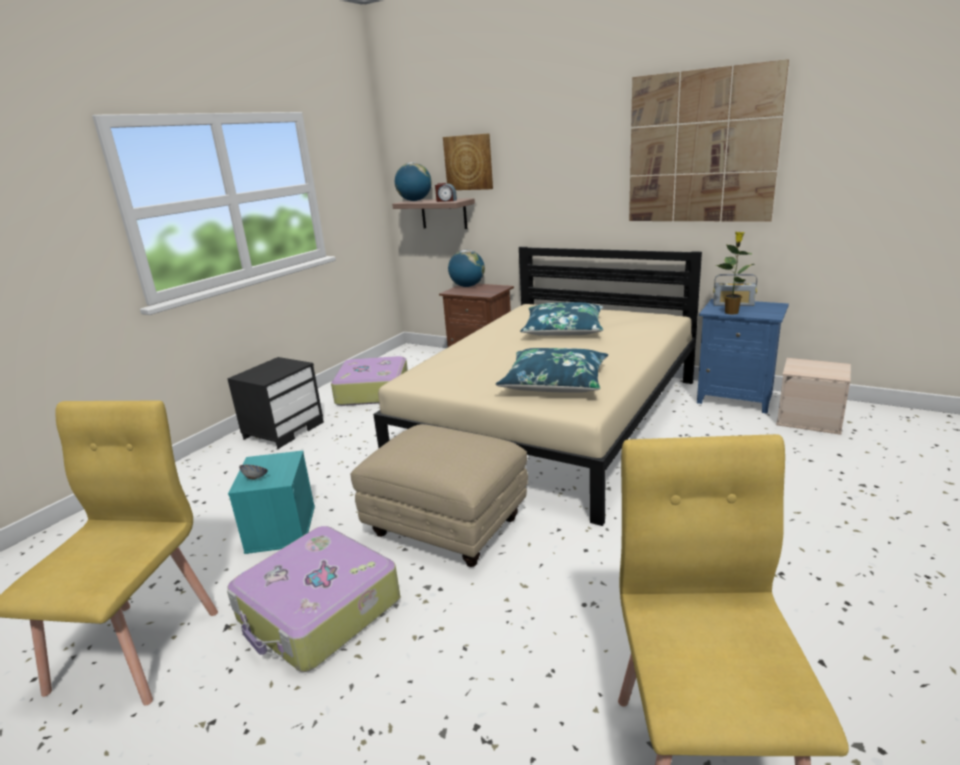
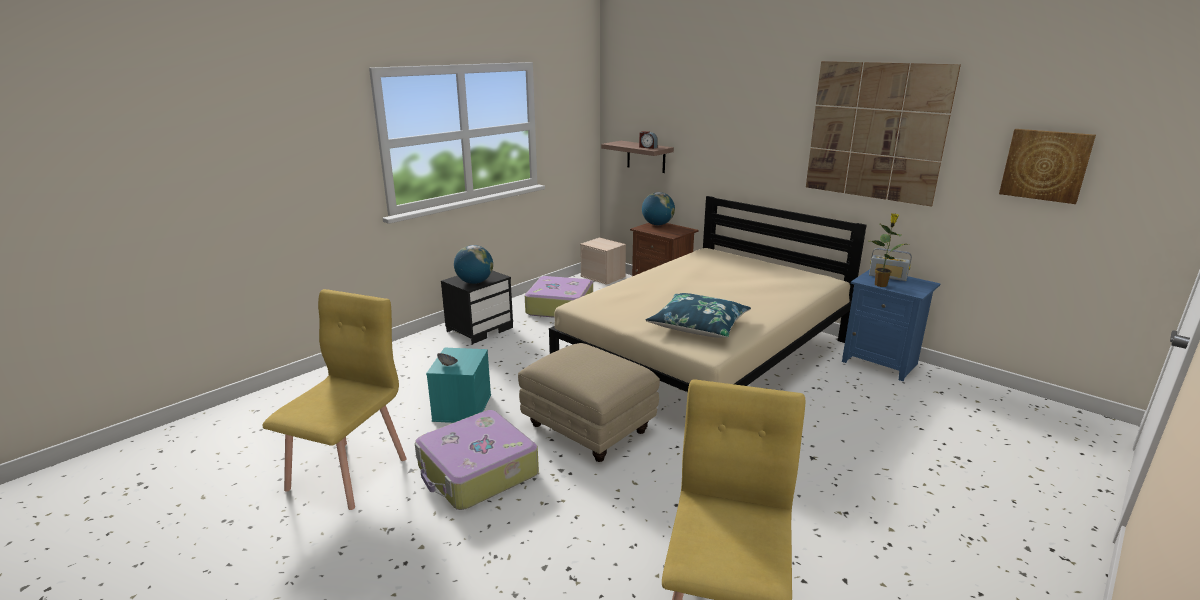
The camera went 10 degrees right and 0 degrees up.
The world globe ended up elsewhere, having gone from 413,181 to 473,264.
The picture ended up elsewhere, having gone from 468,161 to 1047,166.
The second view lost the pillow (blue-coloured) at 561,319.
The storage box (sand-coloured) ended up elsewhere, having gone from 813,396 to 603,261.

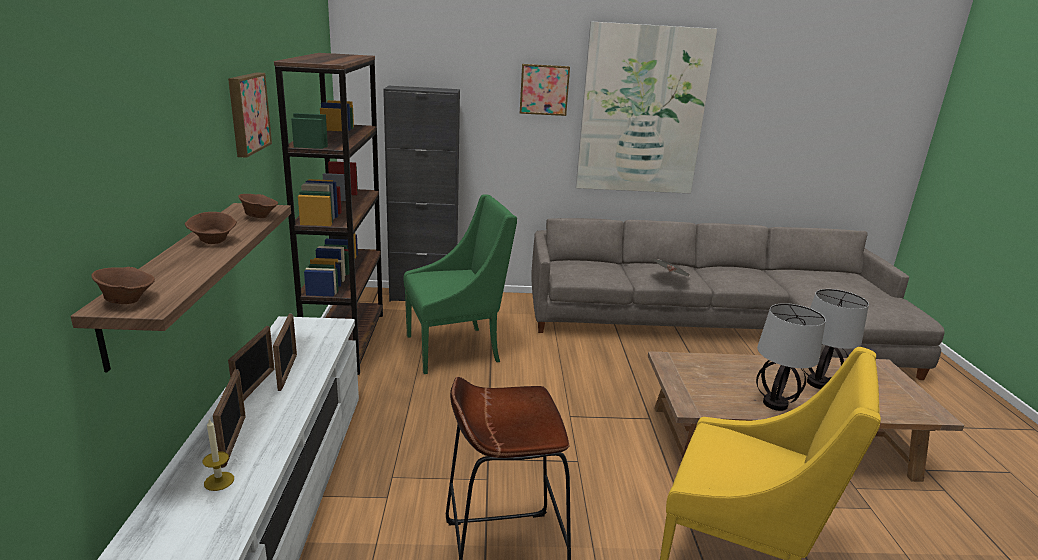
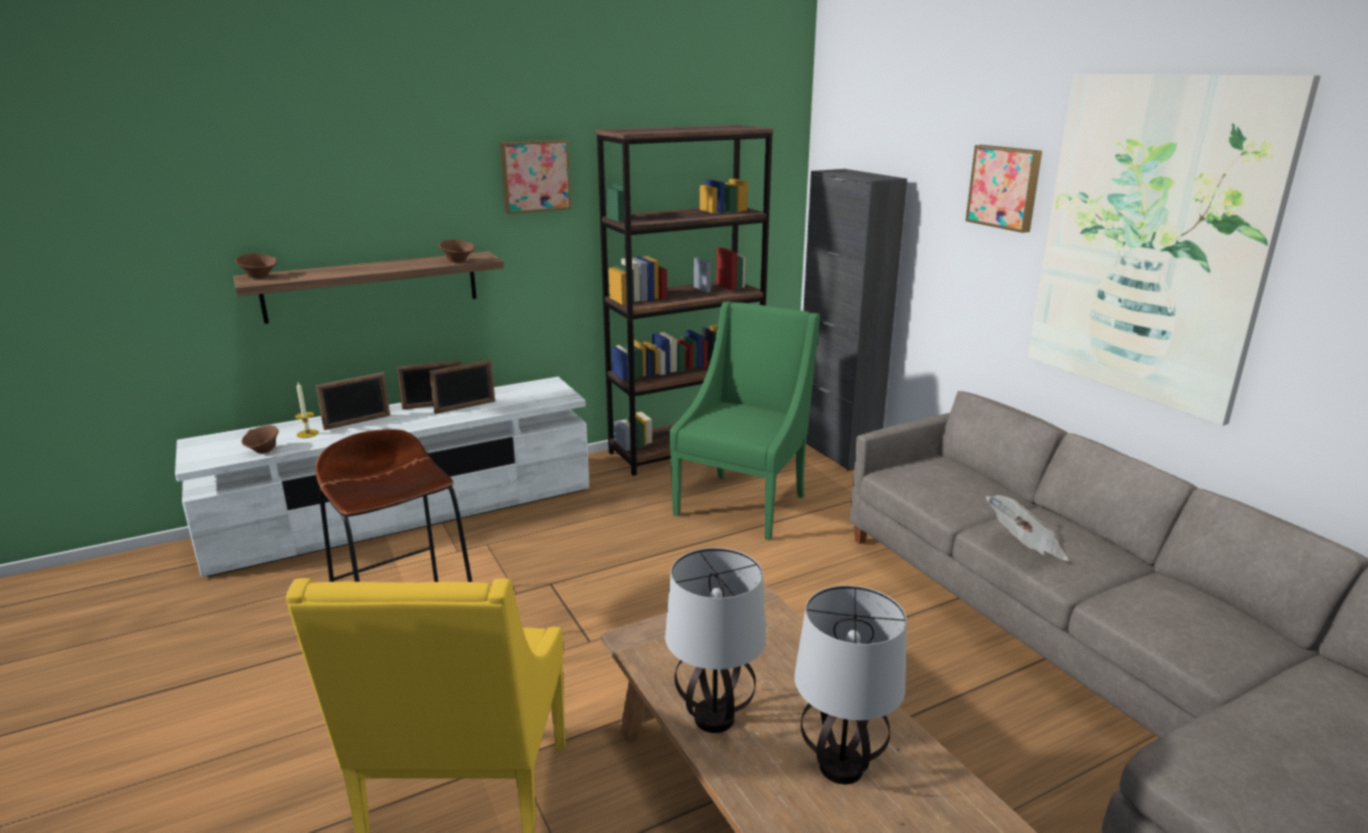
The camera went 65 degrees right and 0 degrees up.
The serving bowl (brownish) ended up elsewhere, having gone from 211,228 to 260,439.
The armchair (green) at 460,284 ended up facing another way, 105 degrees counterclockwise from before.

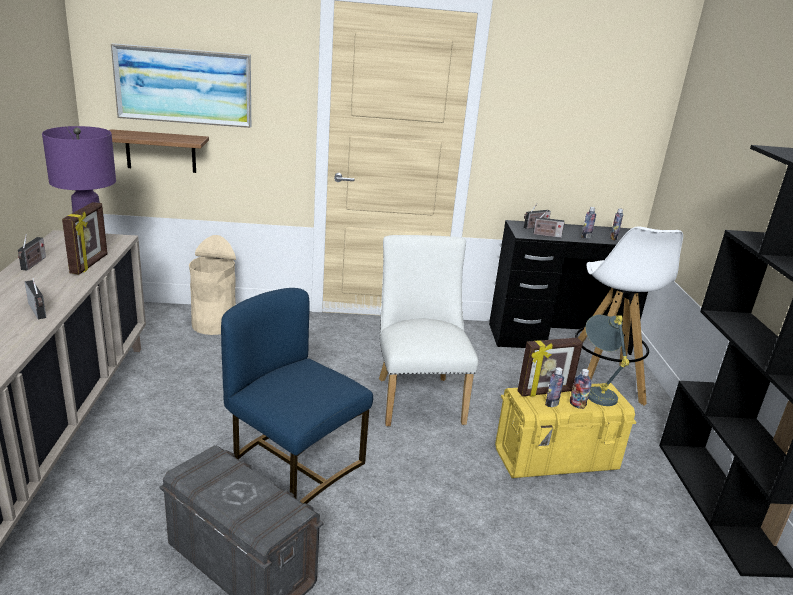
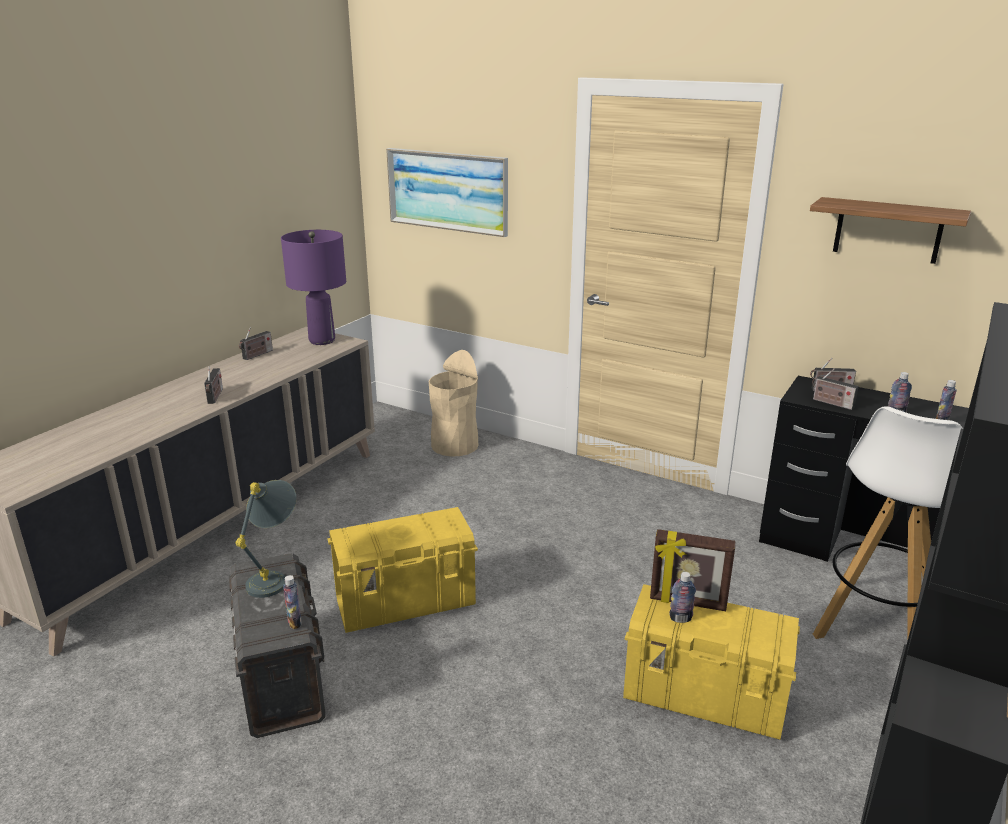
The camera went 35 degrees right and 0 degrees up.
The second view lost the standing frame at 85,238.
The bracket shelf ended up elsewhere, having gone from 159,151 to 890,230.
Where the chair (blue-coloured) stood at 297,396, the storage box (yellowish) came to stand at 402,570.
The second view lost the chair (white-coloured) at 429,331.
The beverage bottle ended up elsewhere, having gone from 580,389 to 292,602.
The lamp for a table (grey) ended up elsewhere, having gone from 607,360 to 266,539.

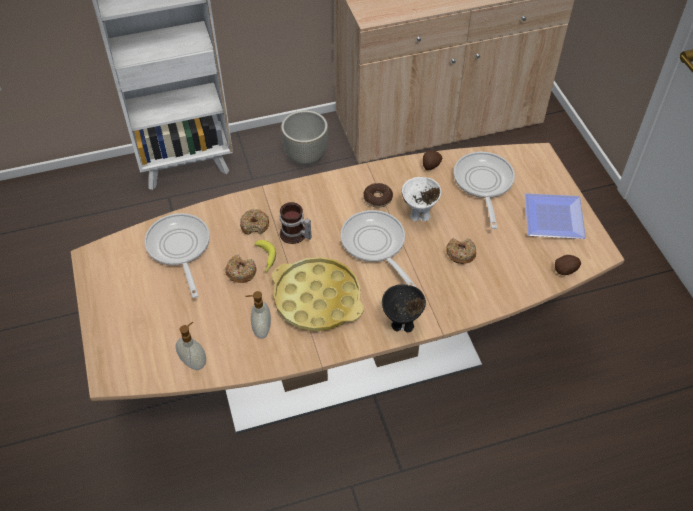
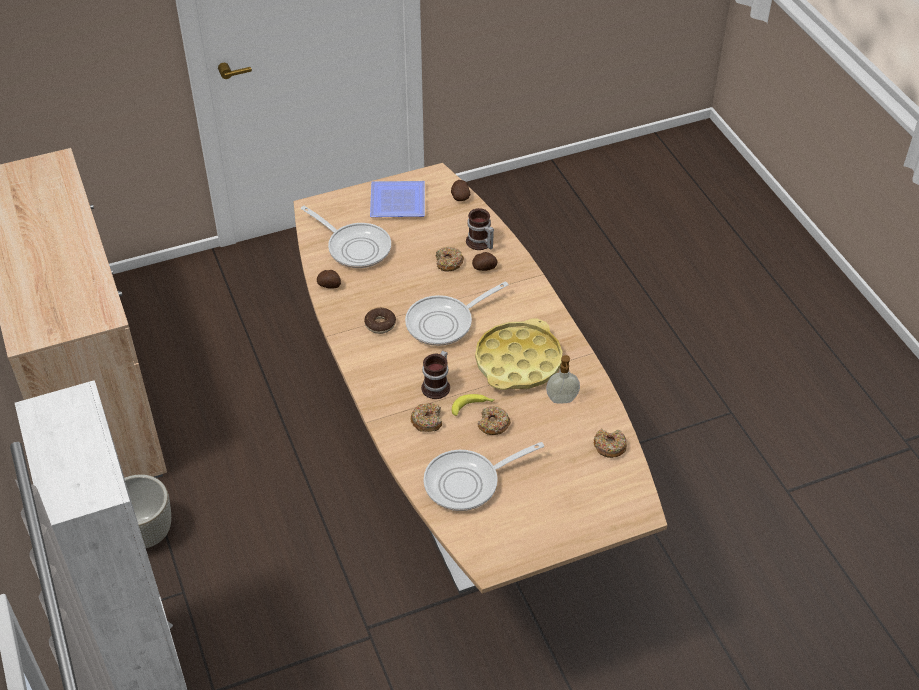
The camera went 95 degrees left and 5 degrees down.
Where the soap dispenser stood at 190,346, the donut came to stand at 610,443.
The second view lost the serving bowl (blackish) at 404,308.
The second view lost the serving bowl (white-coloured) at 421,199.
The skillet at 484,190 ended up facing another way, 135 degrees counterclockwise from before.
The second view gained the tea mug at 480,229.
The second view gained the whole potato at 485,261.

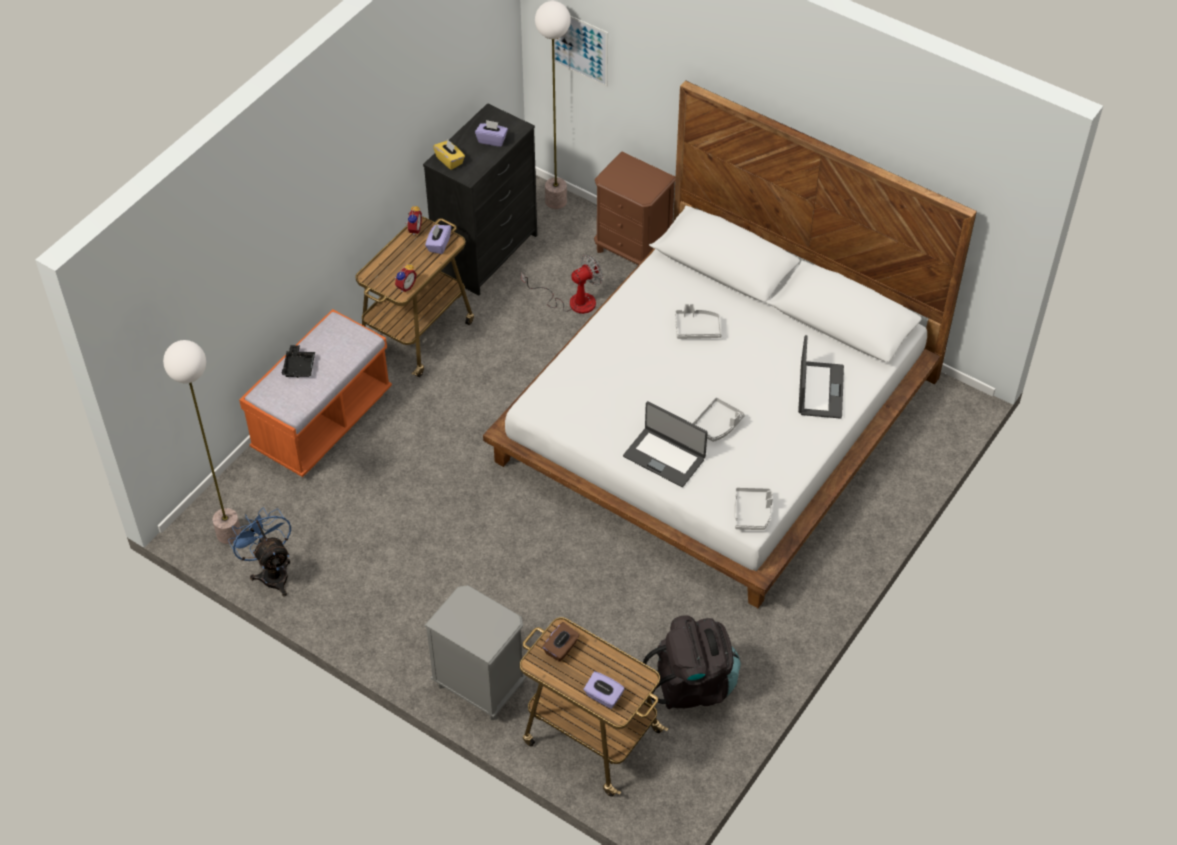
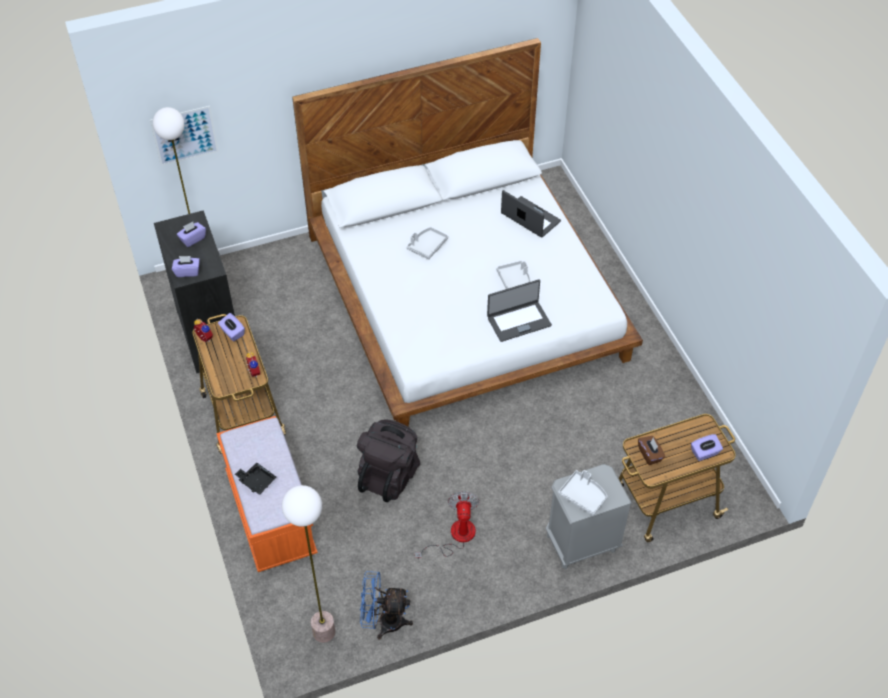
The camera went 55 degrees left and 0 degrees up.
What was the box of tissues (yellowish) at 449,155 turned into the box of tissues (purple) at 186,266.
The electric fan ended up elsewhere, having gone from 562,284 to 447,525.
The second view lost the nightstand (brownish) at 634,208.
The backpack (blackish) ended up elsewhere, having gone from 692,662 to 388,461.
The tray (grey) ended up elsewhere, having gone from 754,508 to 583,493.

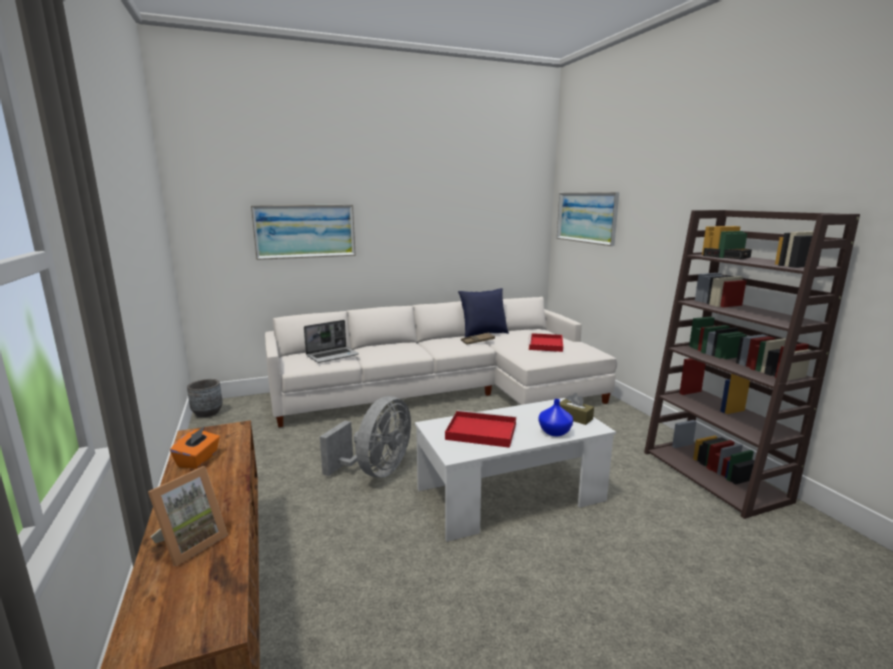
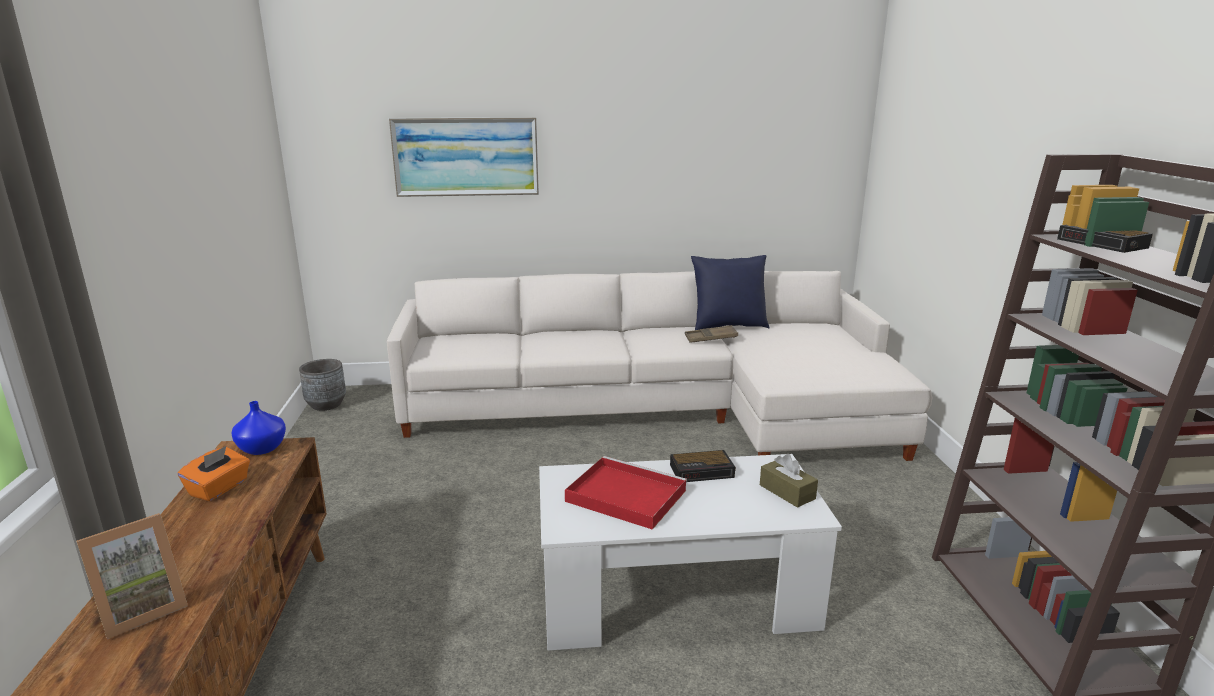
The camera went 15 degrees right and 5 degrees up.
The second view lost the portable computer at 331,341.
The second view lost the electric fan (grey) at 365,437.
The second view lost the tray (red-coloured) at 545,342.
The flower vase (blue-coloured) ended up elsewhere, having gone from 555,417 to 258,428.
The second view lost the picture at 588,219.
The second view gained the bedside clock at 703,466.

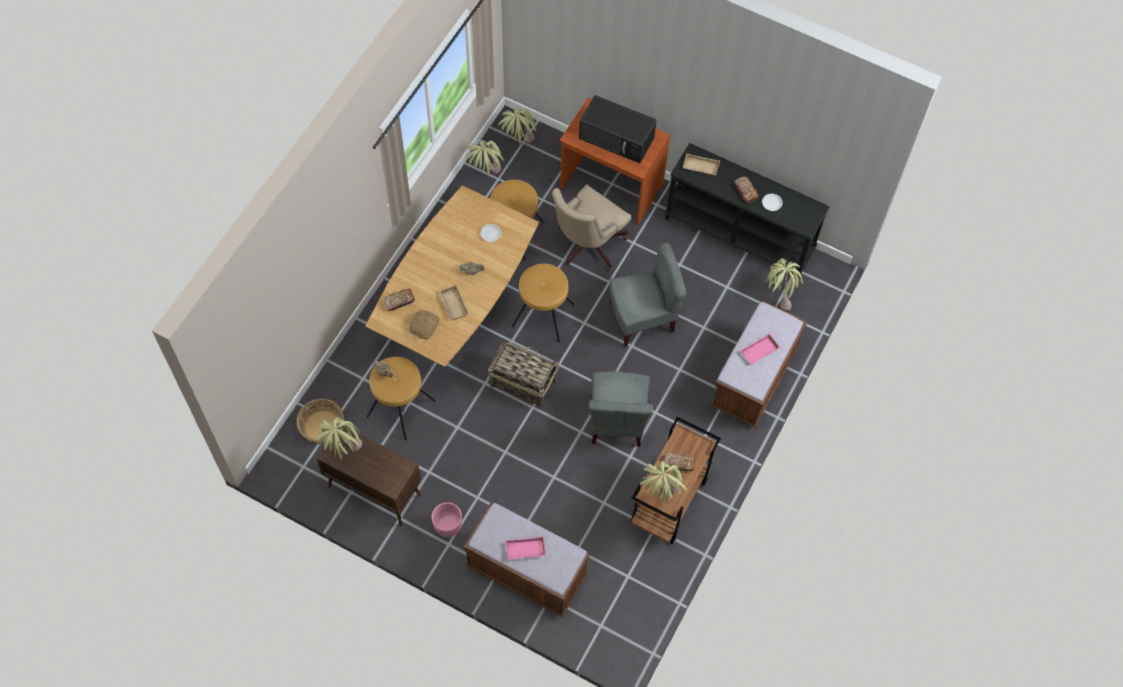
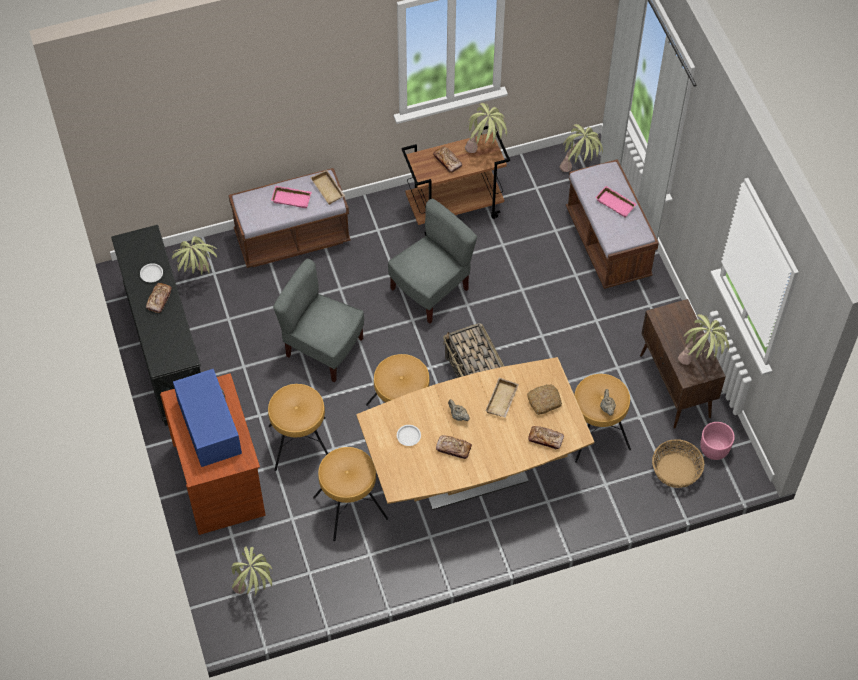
The camera went 135 degrees left and 5 degrees down.
The planter (pink-coloured) ended up elsewhere, having gone from 447,519 to 717,441.
The plant in a pot ended up elsewhere, having gone from 484,158 to 581,148.
Where the office chair (sand-coloured) stood at 591,228, the sitting stool (brownish) came to stand at 298,427.
What was the kitchen microwave (blackish) at 618,129 turned into the kitchen microwave (blue-coloured) at 207,418.
The tray (sand-coloured) ended up elsewhere, having gone from 701,164 to 327,187.
The second view gained the baked bread at 454,447.

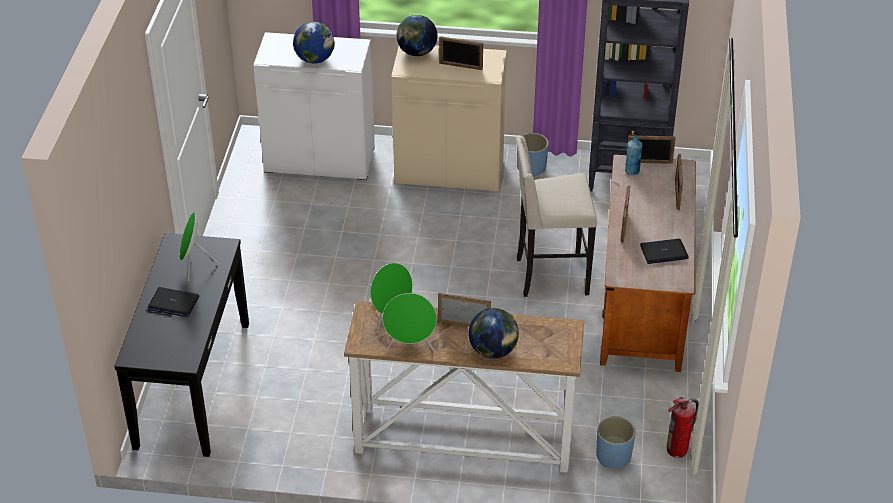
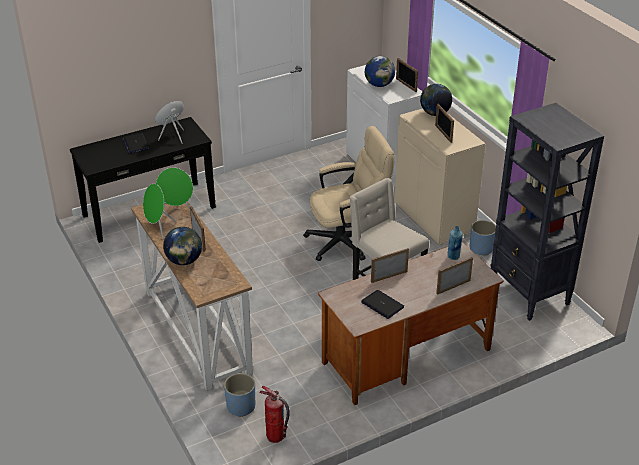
The camera went 55 degrees right and 5 degrees down.
The standing frame ended up elsewhere, having gone from 652,149 to 407,75.
The second view gained the office chair (sand-coloured) at 349,193.

